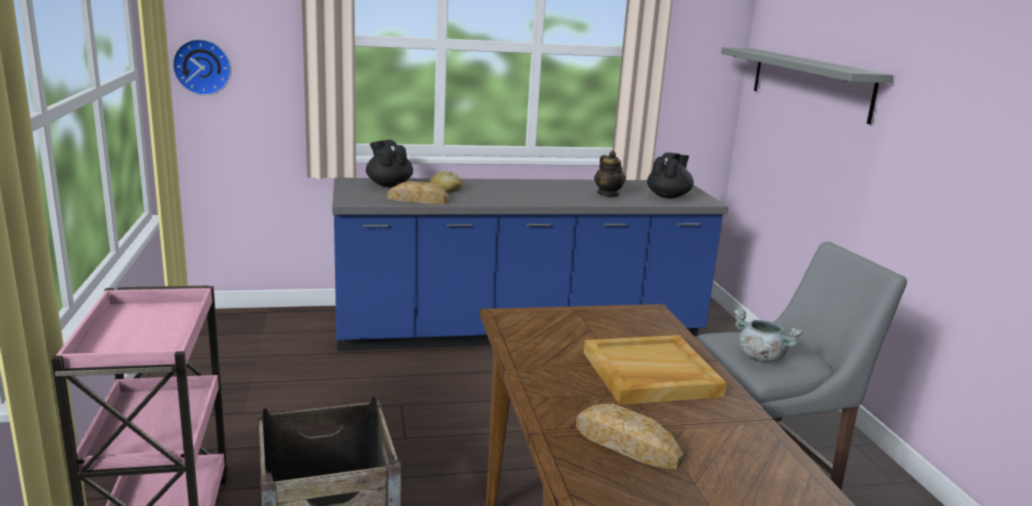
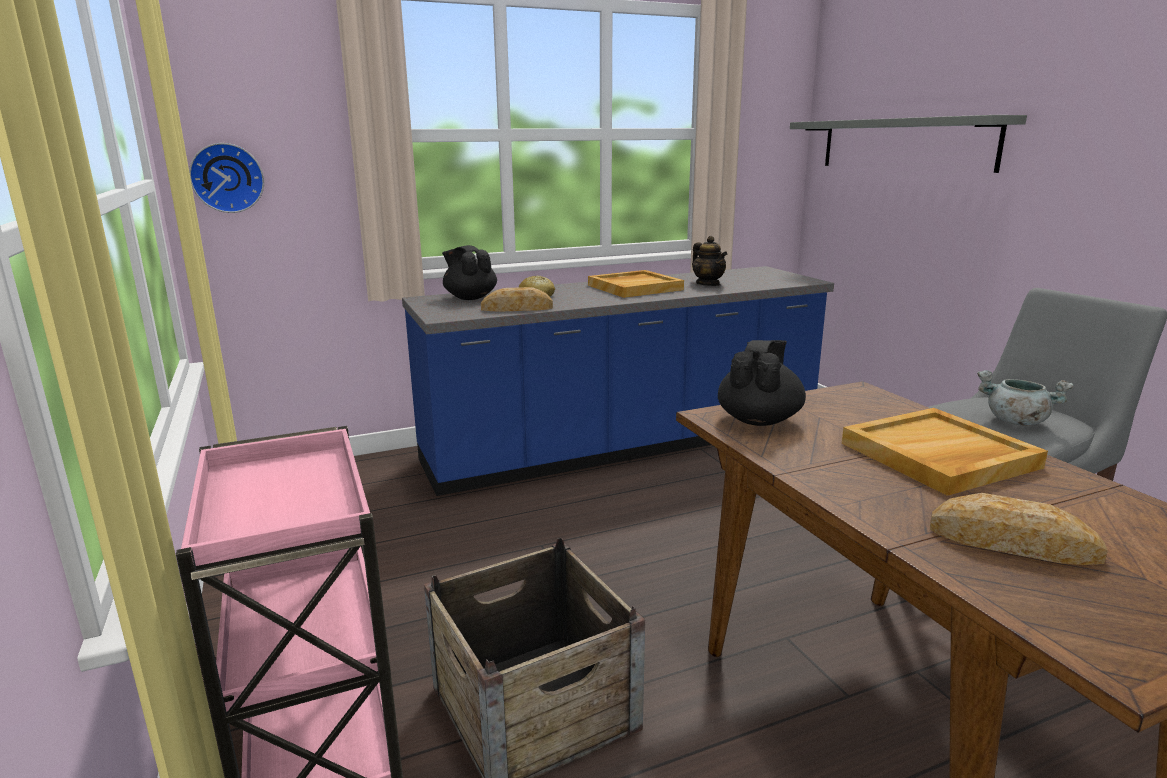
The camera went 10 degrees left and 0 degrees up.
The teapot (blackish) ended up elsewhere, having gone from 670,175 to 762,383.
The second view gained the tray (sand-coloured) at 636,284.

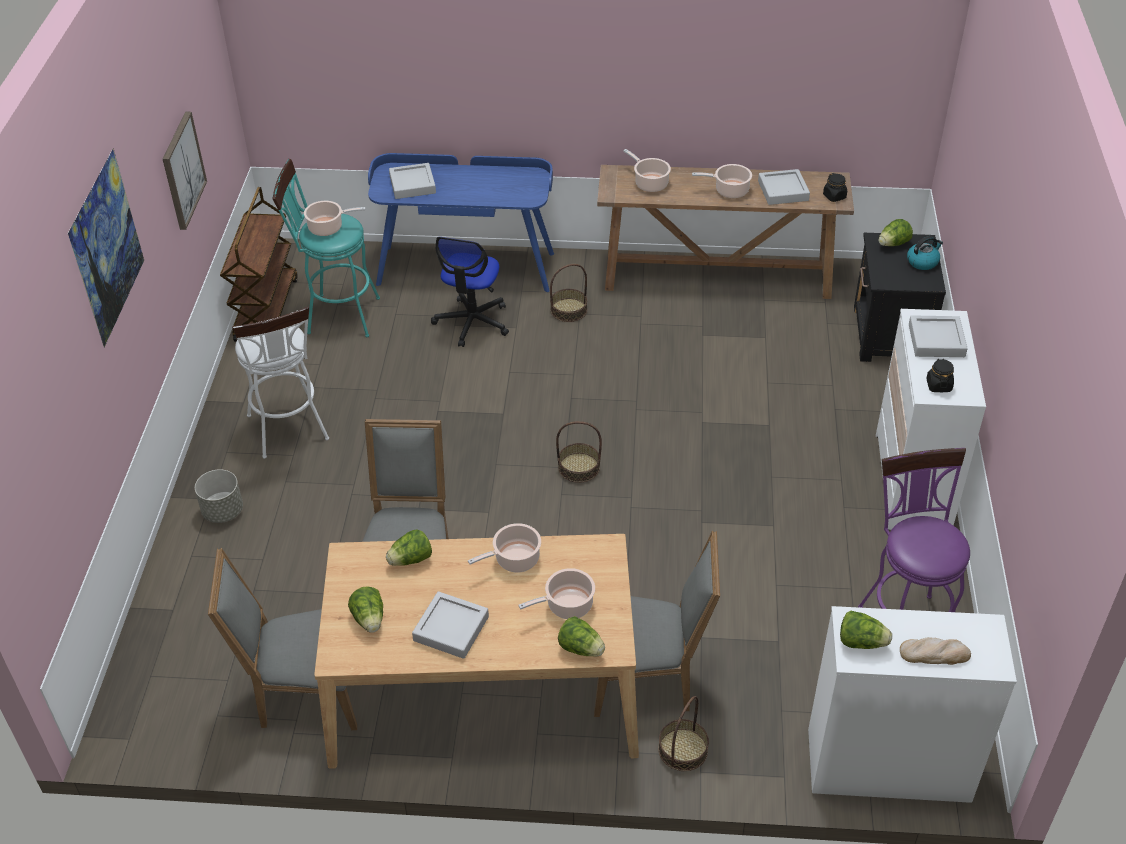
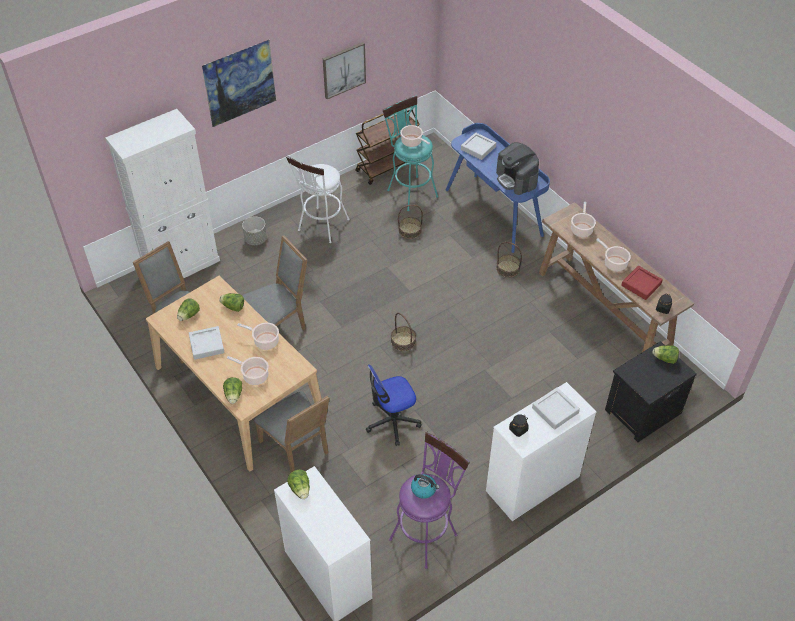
The camera went 50 degrees right and 5 degrees up.
The office chair ended up elsewhere, having gone from 470,292 to 394,405.
The household basket ended up elsewhere, having gone from 683,733 to 410,222.
What was the tray (grey) at 784,187 turned into the tray (red-coloured) at 642,283.
The second view lost the baked bread at 935,651.
The tea kettle ended up elsewhere, having gone from 925,253 to 425,486.
The second view gained the cabinet (white-coloured) at 162,193.
The second view gained the coffee machine at 517,168.

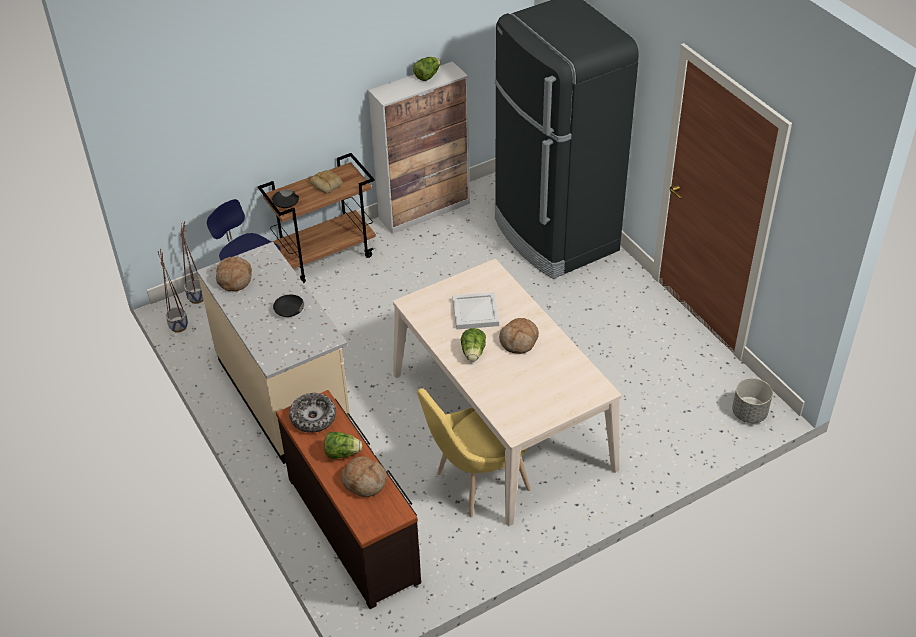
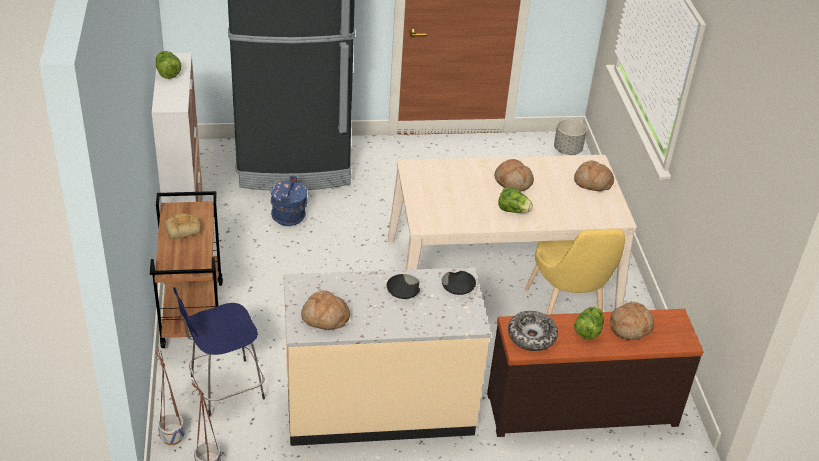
The camera went 70 degrees left and 5 degrees down.
The serving bowl (blackish) ended up elsewhere, having gone from 285,199 to 458,283.
The second view lost the tray (white-coloured) at 475,311.
The second view gained the pail (blue-coloured) at 289,201.
The second view gained the baked bread at 594,175.

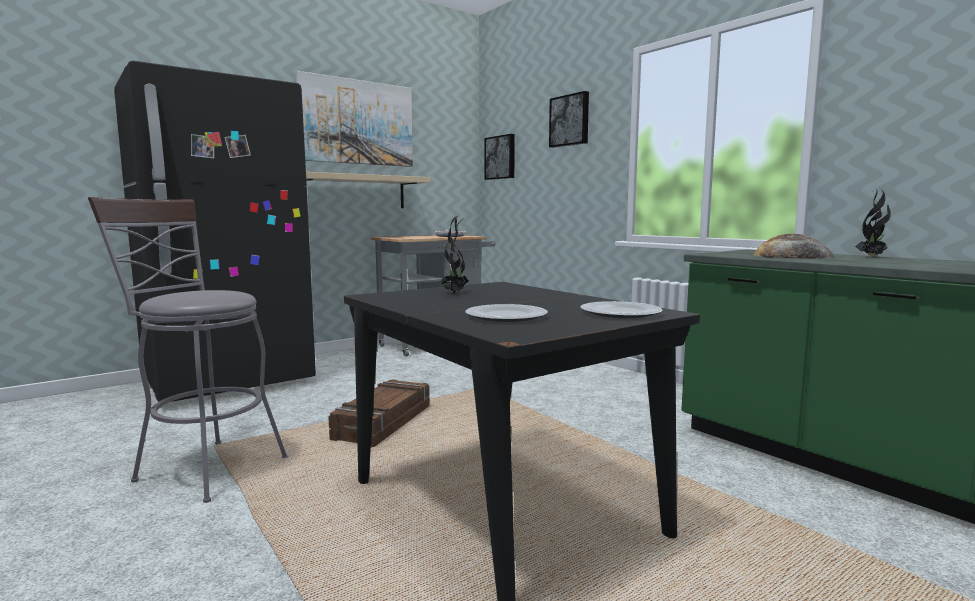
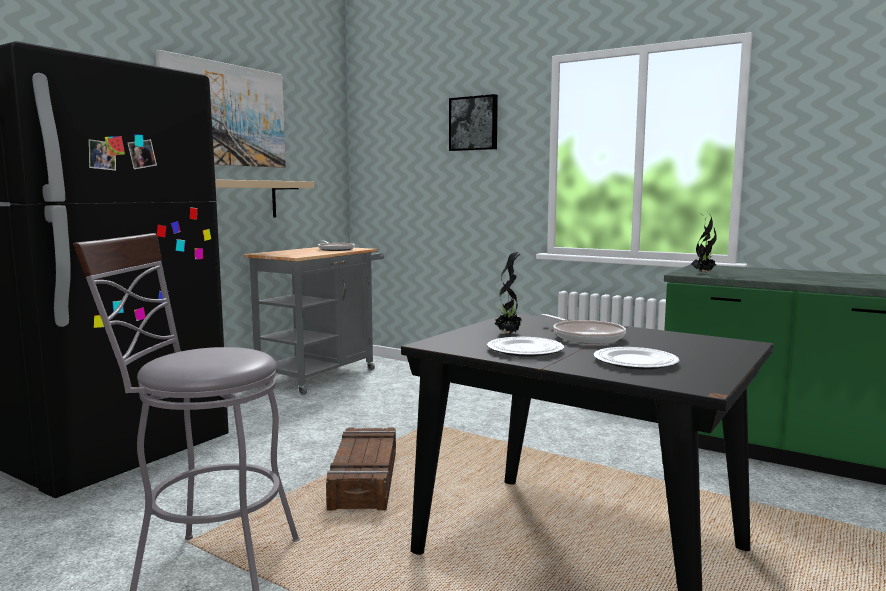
The camera went 20 degrees left and 0 degrees up.
The second view lost the picture at 500,157.
The plate ended up elsewhere, having gone from 621,309 to 525,347.
The second view lost the baked bread at 794,246.
The plant in a pot ended up elsewhere, having gone from 873,222 to 704,243.
The second view gained the skillet at 583,329.

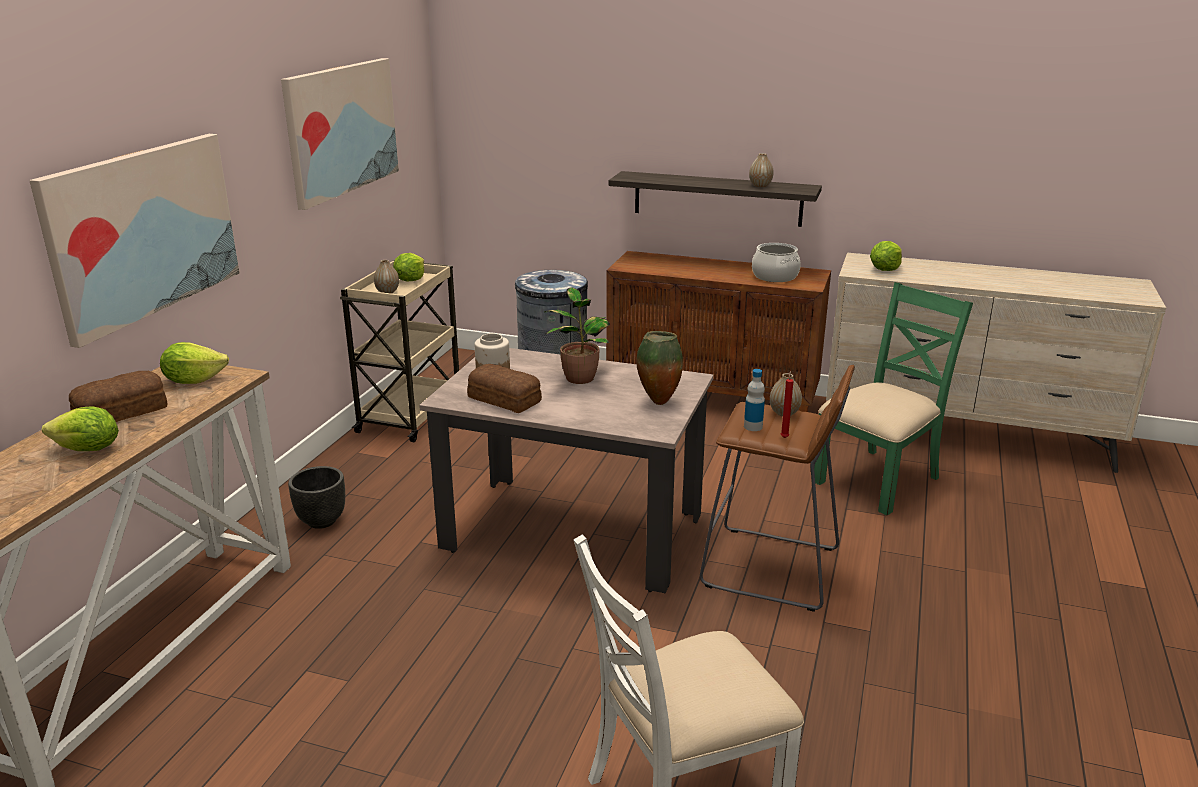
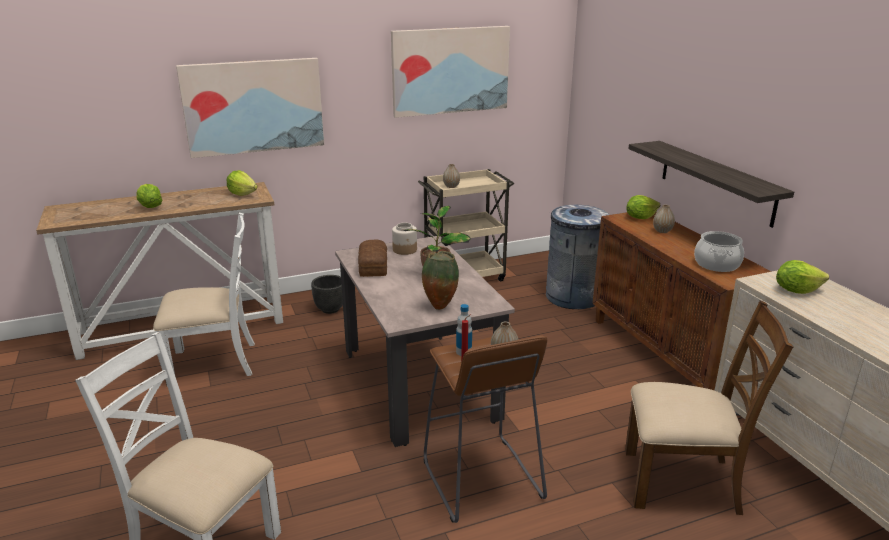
The camera went 50 degrees right and 0 degrees up.
The second view lost the baked bread at 118,396.
The lettuce head ended up elsewhere, having gone from 408,267 to 643,207.
The flower vase ended up elsewhere, having gone from 761,170 to 664,218.
What was the chair (green) at 893,398 turned into the chair (brownish) at 709,407.
The second view gained the chair (white-coloured) at 204,299.

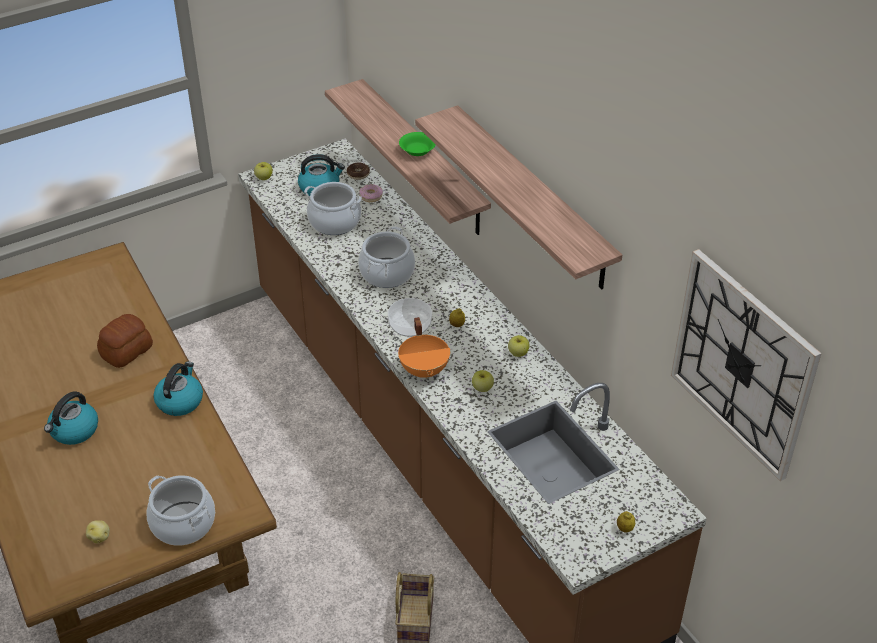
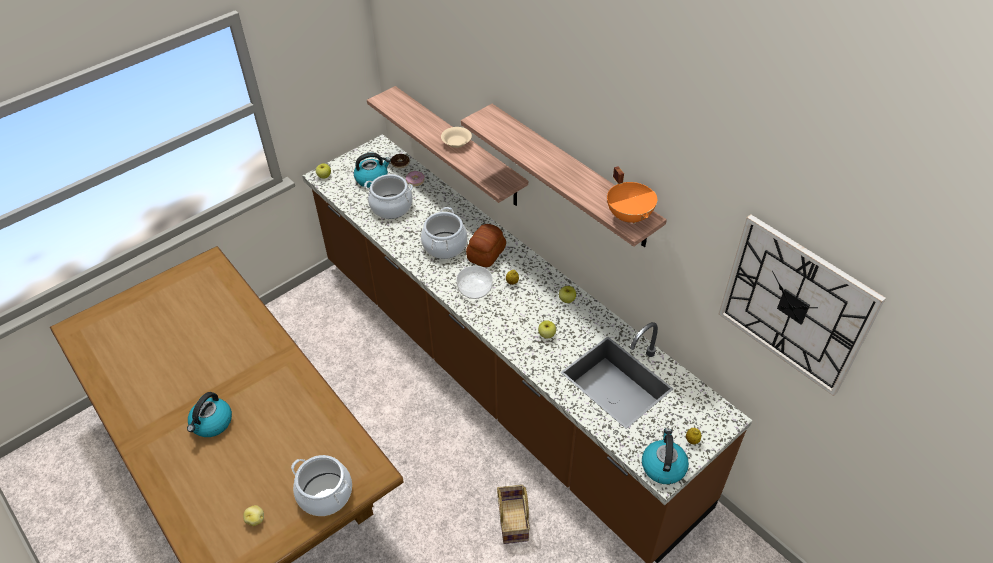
The camera went 10 degrees left and 5 degrees up.
The baked bread ended up elsewhere, having gone from 125,341 to 486,245.
The tea kettle ended up elsewhere, having gone from 178,389 to 665,456.
The stockpot (orange) ended up elsewhere, having gone from 424,348 to 632,195.
What was the serving bowl (green) at 417,144 turned into the serving bowl (sand-coloured) at 456,137.

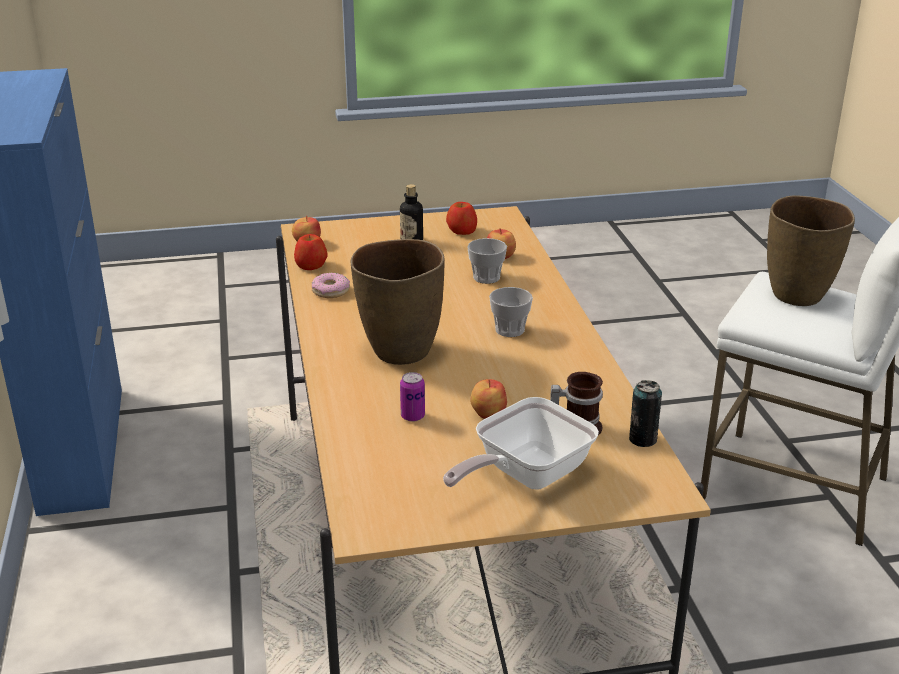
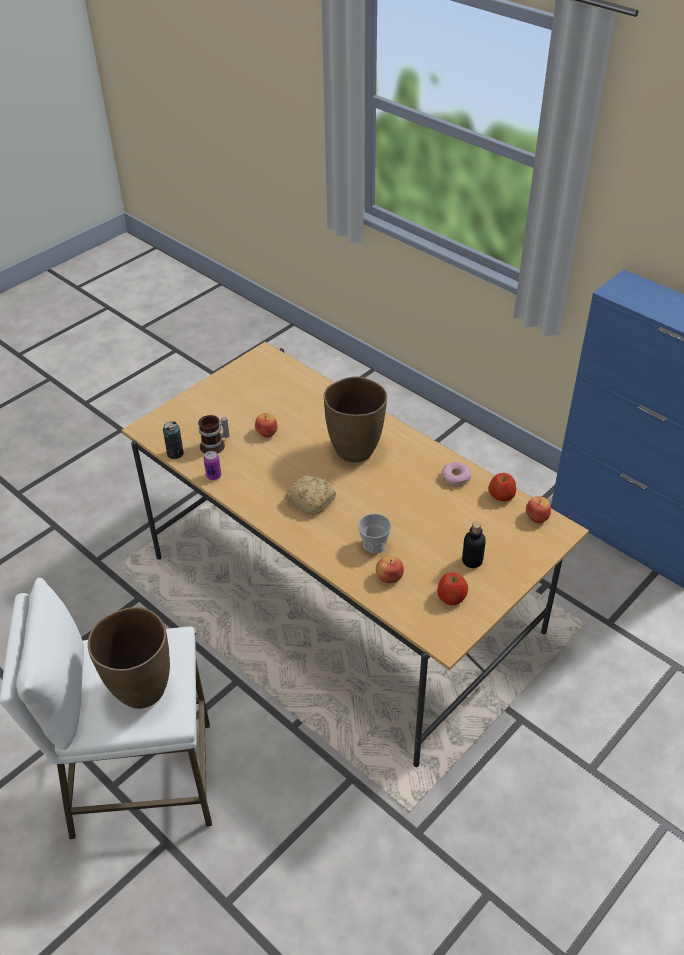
The camera went 145 degrees right and 15 degrees up.
The metal can ended up elsewhere, having gone from 412,397 to 212,465.
The second view lost the skillet at 521,443.
Where the drinking cup stood at 511,312, the baked bread came to stand at 310,494.

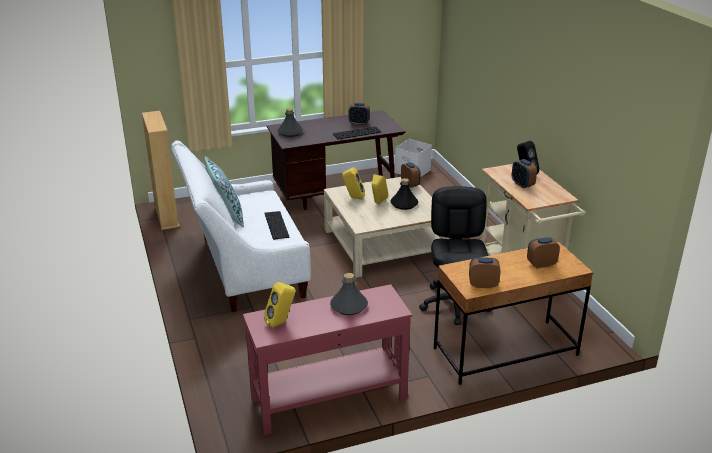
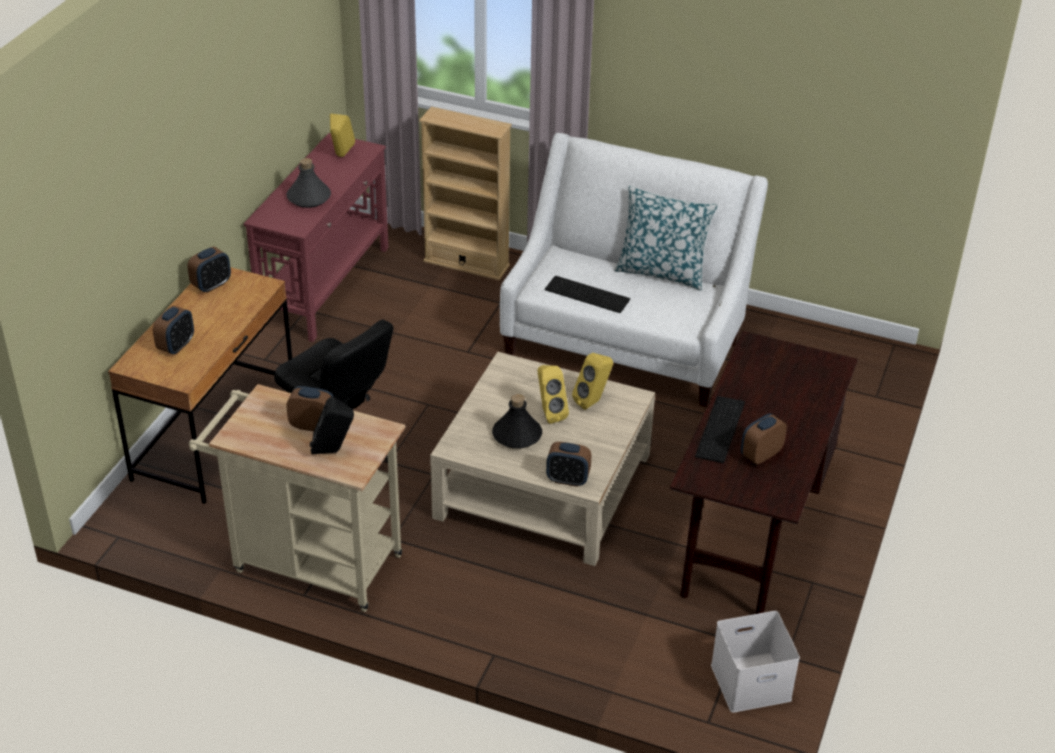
The camera went 130 degrees right and 10 degrees up.
The bookshelf (sand-coloured) ended up elsewhere, having gone from 161,170 to 465,194.
The second view lost the beverage bottle (grey) at 290,122.

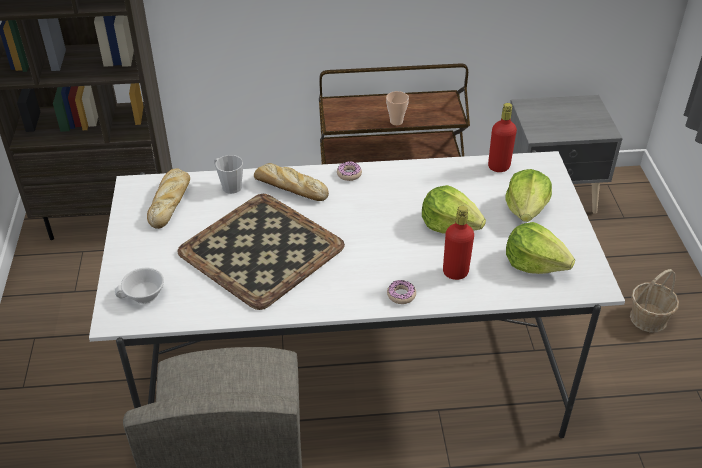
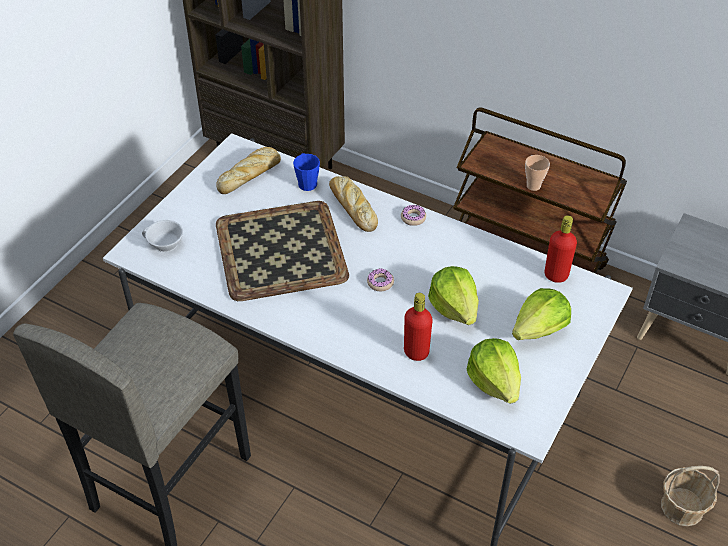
The camera went 35 degrees right and 5 degrees up.
What was the tea mug (grey) at 228,174 turned into the tea mug (blue-coloured) at 306,172.
The donut ended up elsewhere, having gone from 401,292 to 380,279.

